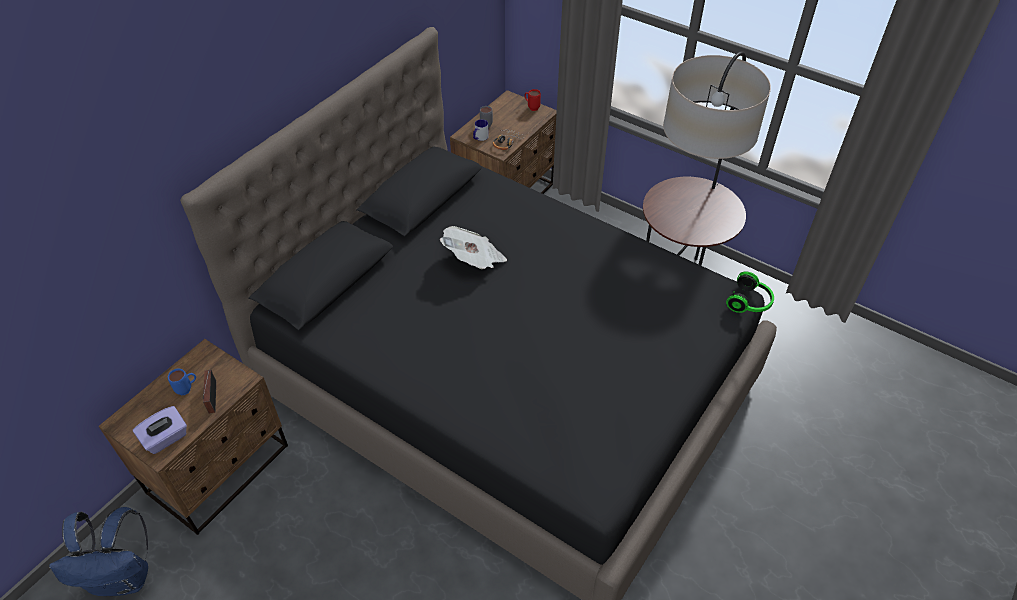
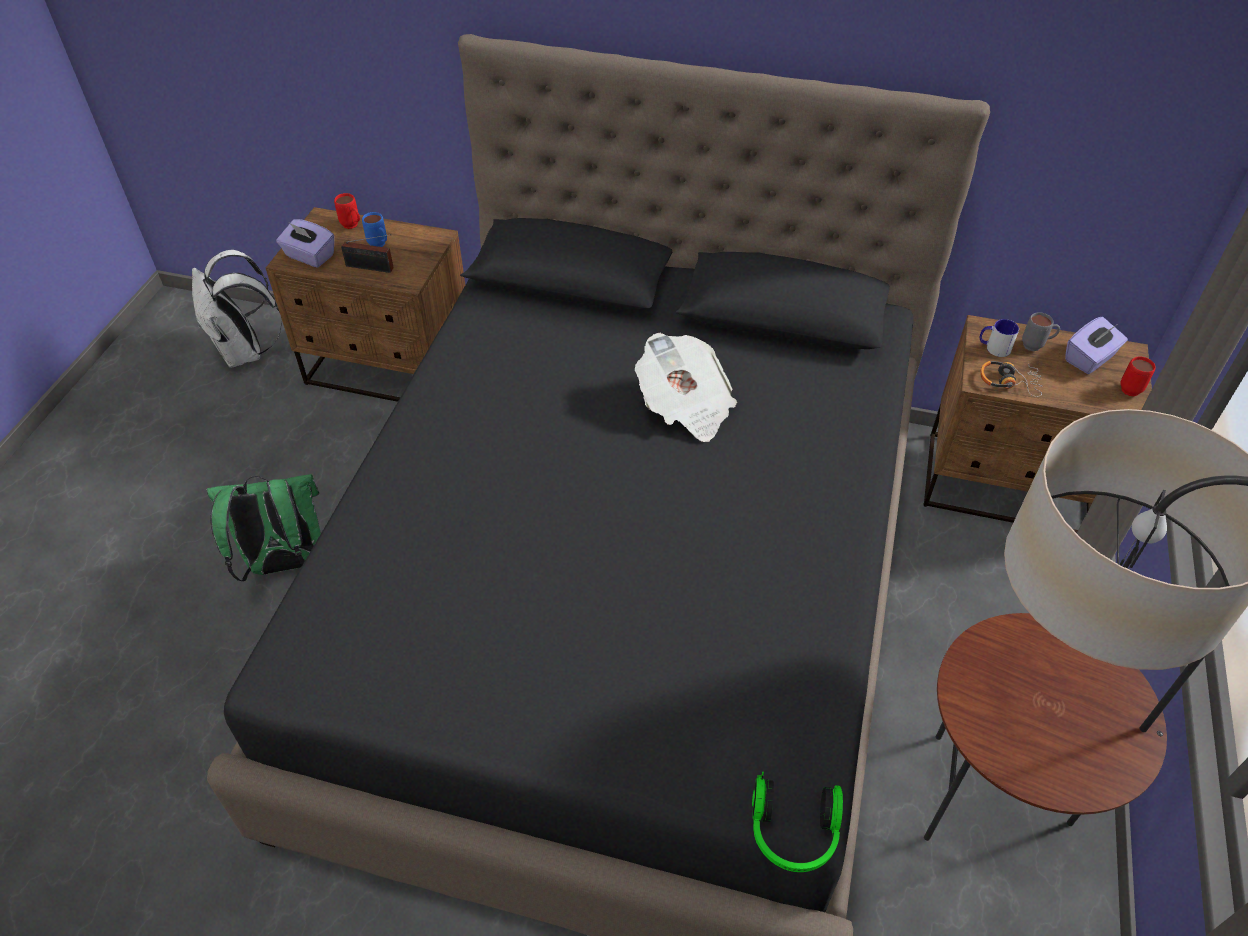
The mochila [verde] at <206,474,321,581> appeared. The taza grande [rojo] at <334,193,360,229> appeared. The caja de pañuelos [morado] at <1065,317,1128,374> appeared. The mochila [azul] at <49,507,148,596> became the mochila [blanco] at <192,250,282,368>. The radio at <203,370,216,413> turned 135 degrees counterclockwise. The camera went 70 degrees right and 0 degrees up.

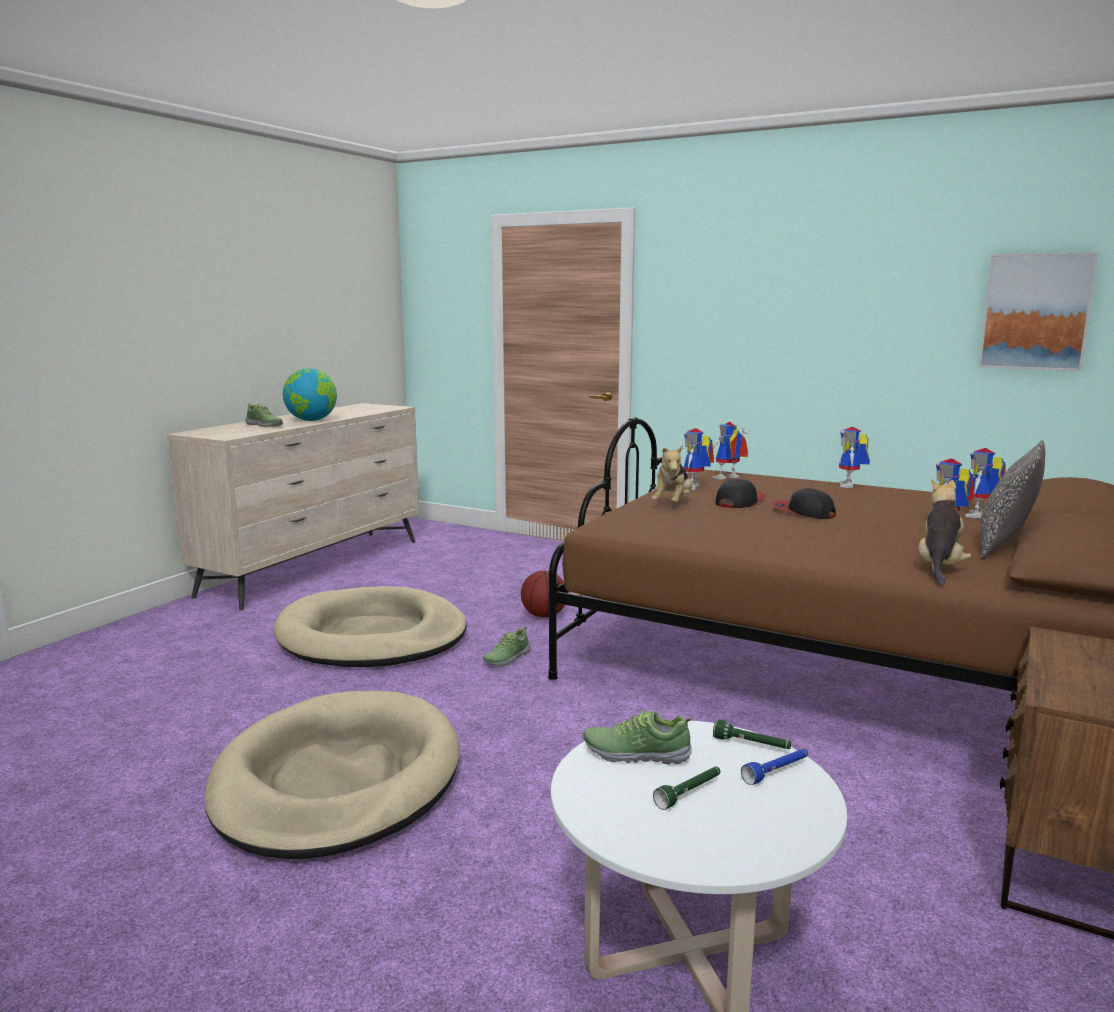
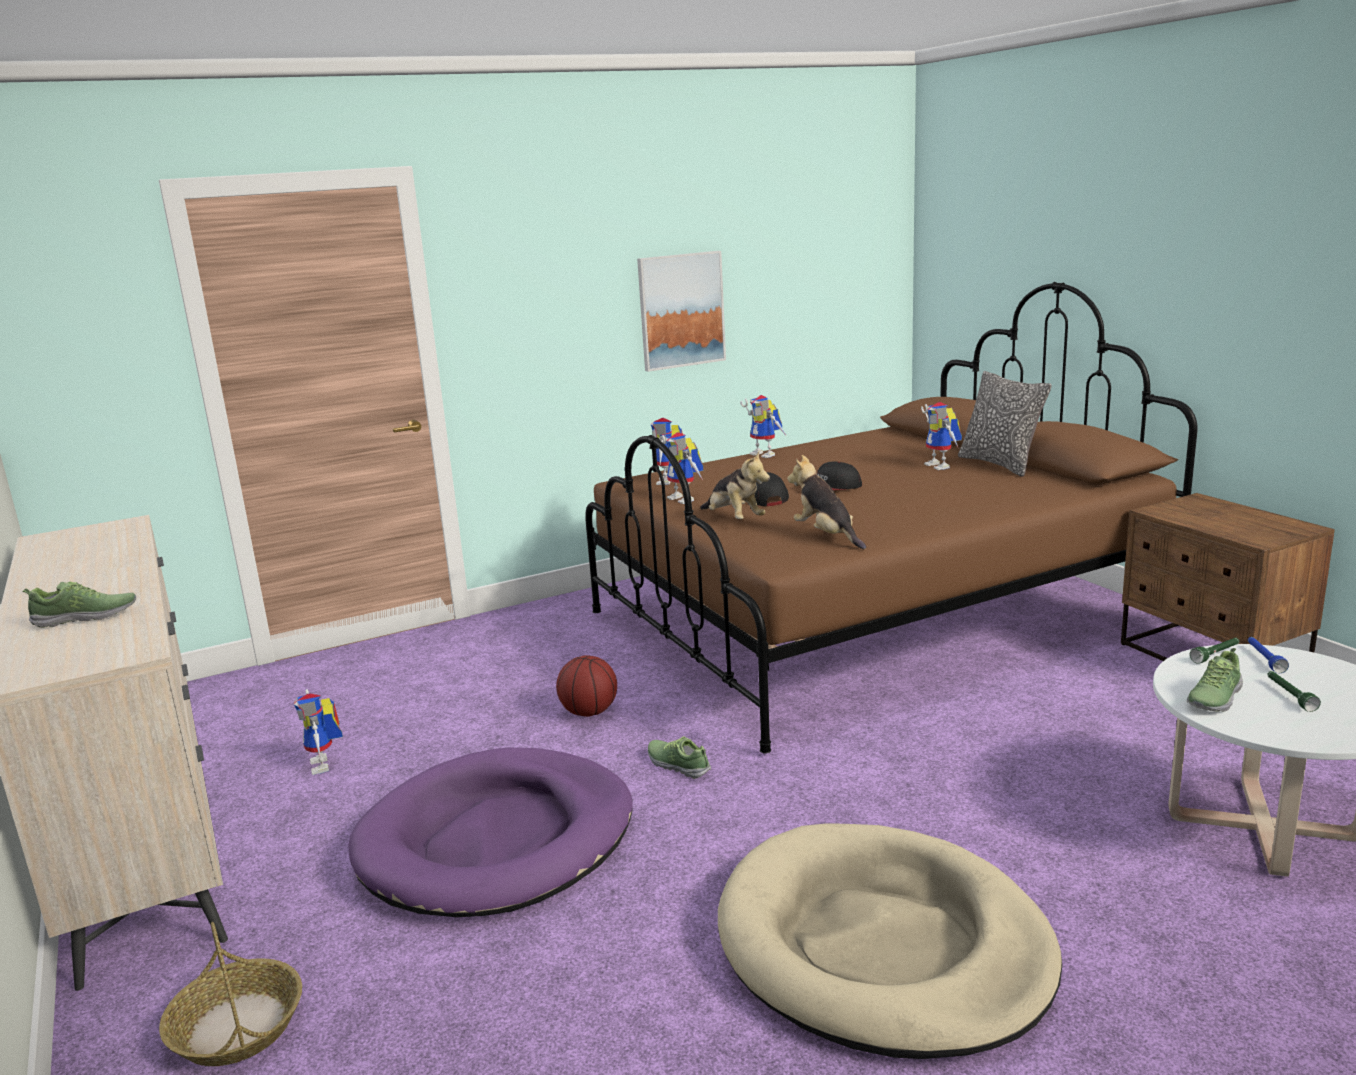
The globo terráqueo at <283,368,337,421> disappeared. The cesta at <159,922,302,1066> appeared. The peluche moved from <918,479,972,586> to <787,455,866,549>. The robot de juguete moved from <965,448,1006,519> to <294,689,343,775>. The cuadro moved from <978,252,1099,371> to <637,251,726,372>. The cama para perro [beis] at <274,586,467,667> became the cama para perro [morado] at <348,748,633,917>. The zapato at <483,627,531,666> turned 150 degrees clockwise. The camera went 55 degrees left and 5 degrees up.

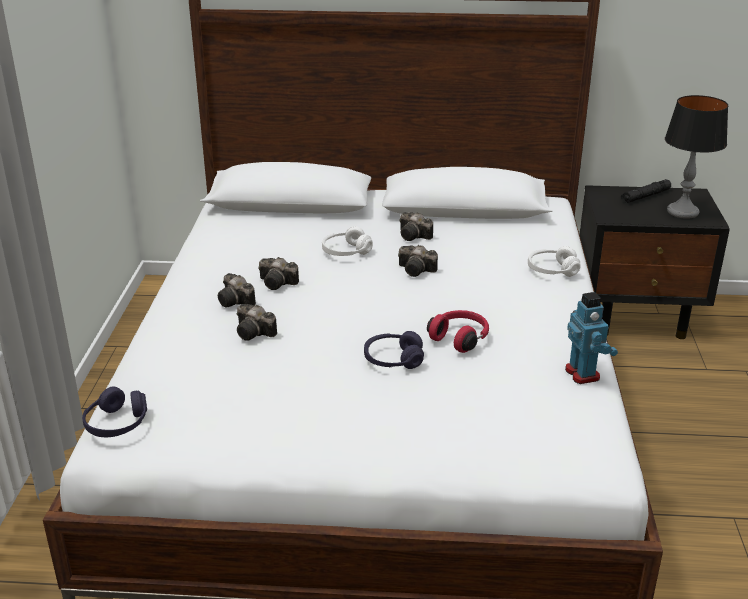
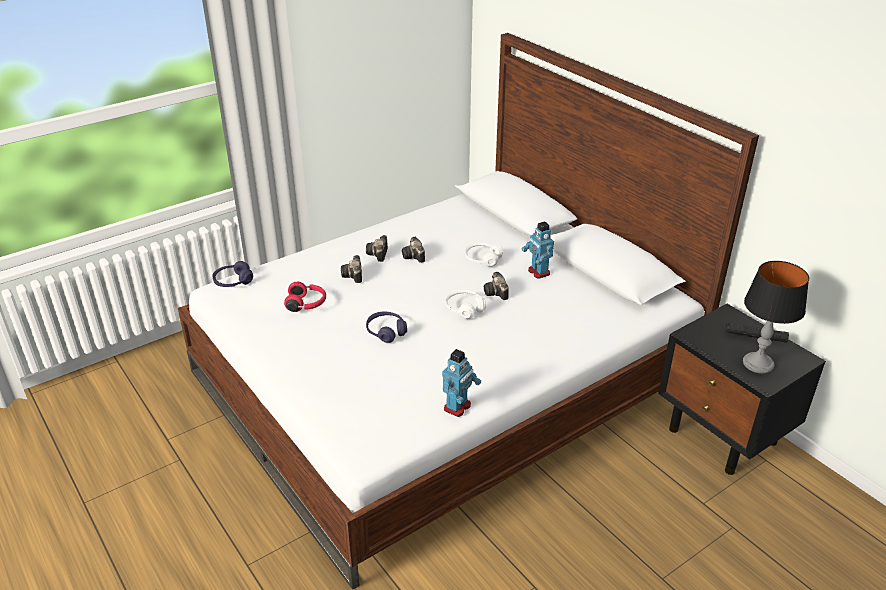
The auriculares [rojo] moved from <427,310,489,353> to <284,282,326,312>. The auriculares [blanco] moved from <528,246,581,277> to <446,289,486,319>. The cámara at <400,212,433,241> was replaced by the robot de juguete at <522,221,554,279>. The camera went 50 degrees right and 5 degrees up.

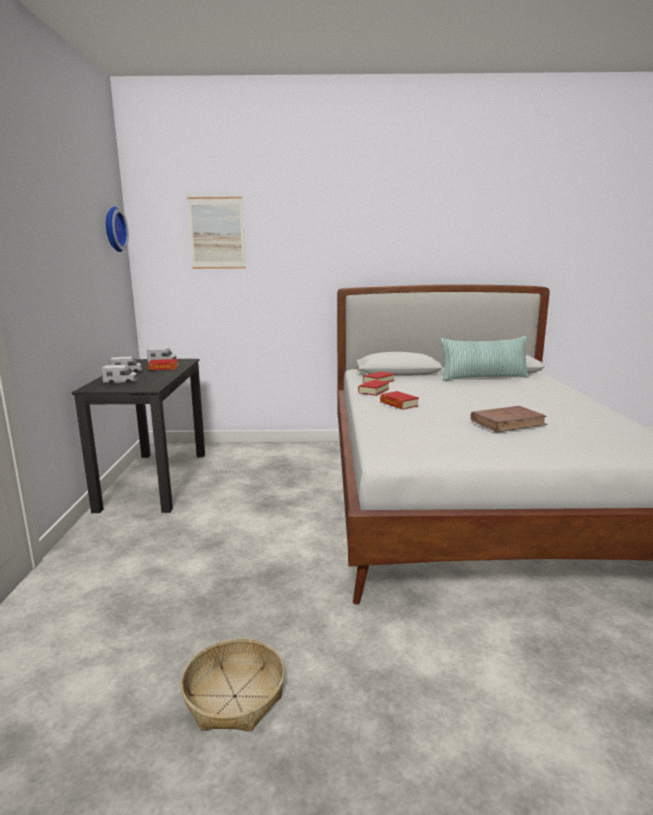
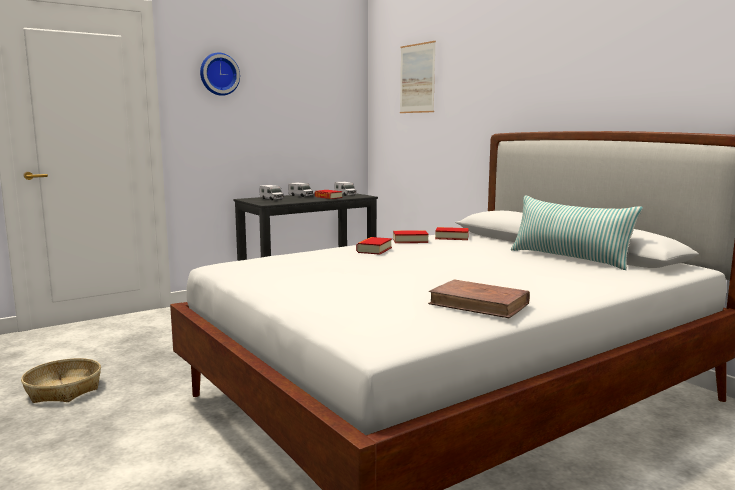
The reloj de pared moved from <106,207,129,252> to <200,53,240,96>. The libro [marrón] moved from <471,406,547,432> to <428,280,530,318>. The camera went 55 degrees right and 5 degrees down.

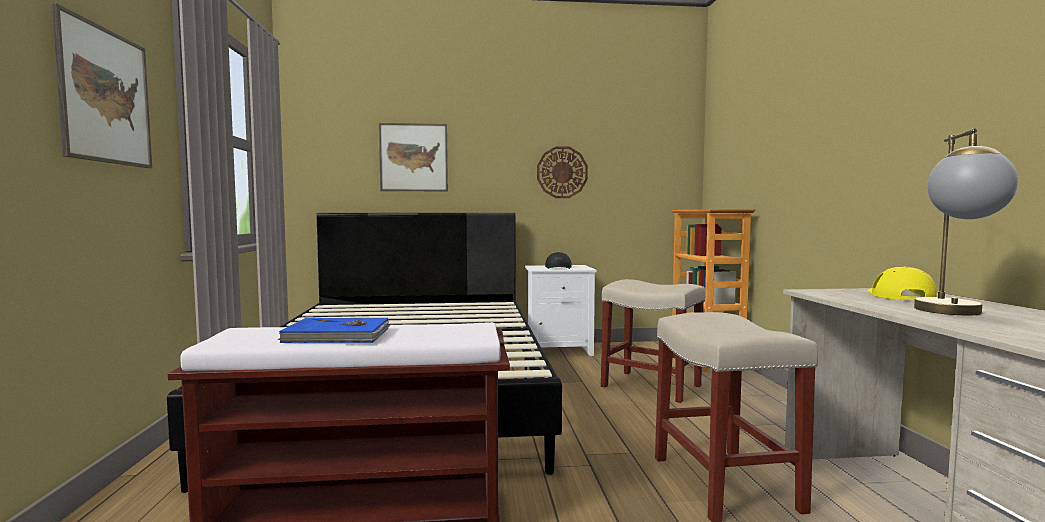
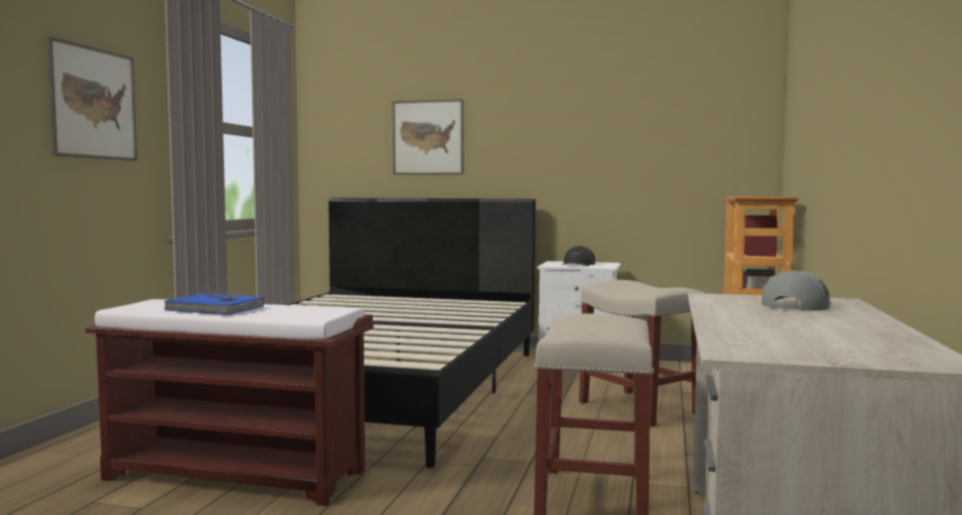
The reloj de pared at <537,146,588,198> disappeared. The lámpara de mesa at <914,128,1018,315> disappeared. The gorra [amarillo] at <868,266,937,300> became the gorra [gris] at <762,270,832,311>. The camera went 20 degrees right and 0 degrees up.

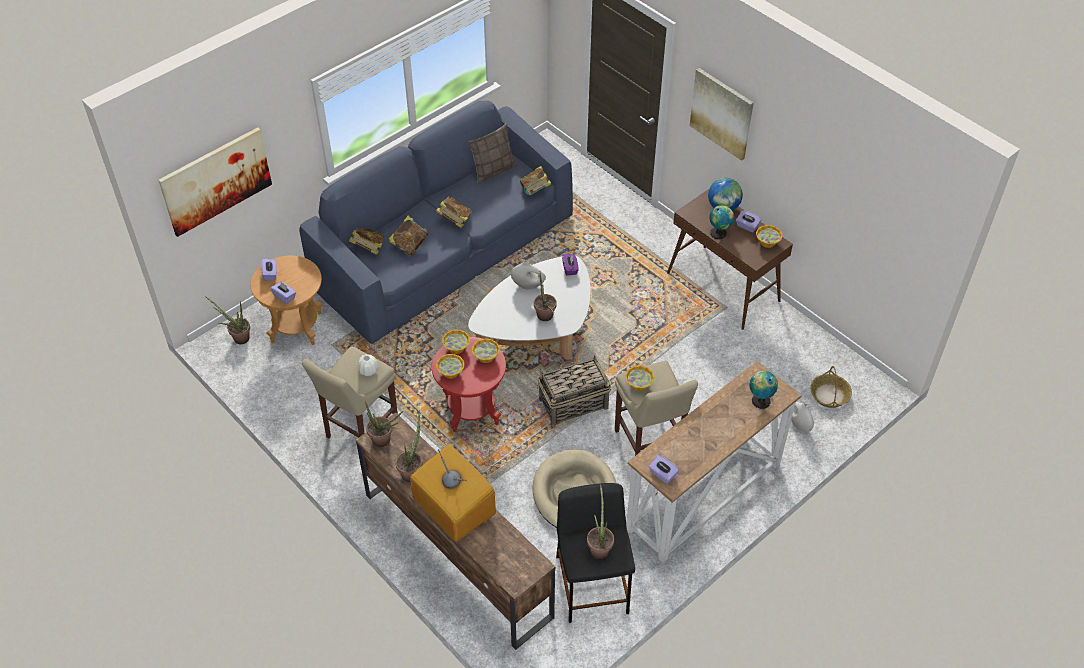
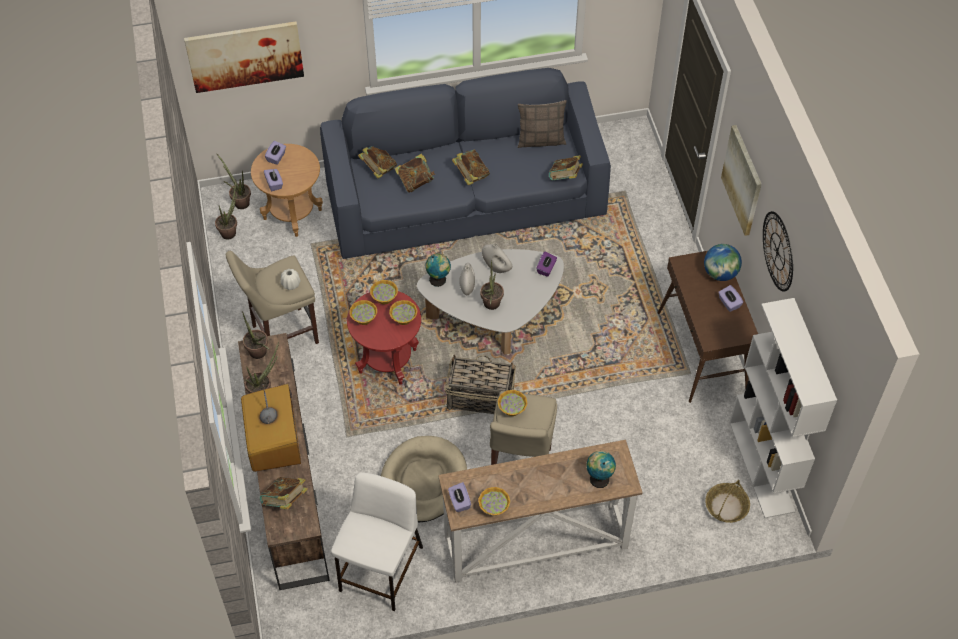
The libro at <260,477,308,509> appeared. The estantería [blanco] at <729,298,837,518> appeared. The reloj de pared at <763,211,793,292> appeared. The planta en maceta moved from <587,484,614,559> to <215,180,237,240>. The globo terráqueo moved from <709,205,734,239> to <425,253,451,287>. The cuenco moved from <756,225,783,248> to <478,487,510,515>. The florero [blanco] moved from <791,402,814,432> to <459,263,475,295>. The taburete [negro] at <556,483,635,623> became the taburete [blanco] at <331,472,423,611>. The camera went 30 degrees right and 5 degrees up.

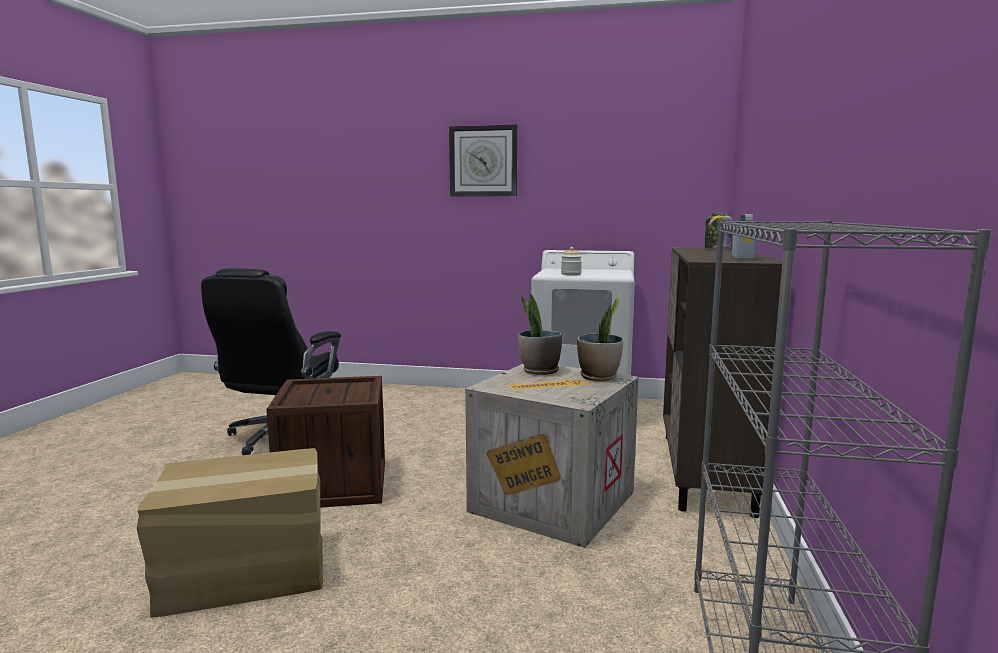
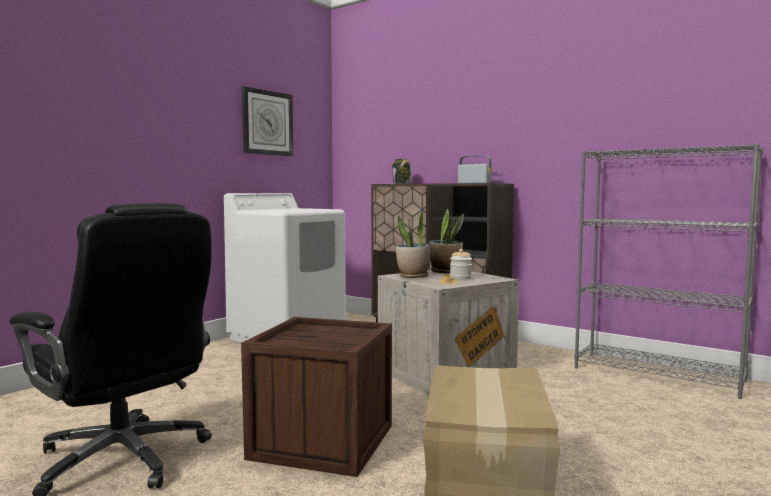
The reloj de pared moved from <449,125,517,197> to <242,86,293,156>. The tarro moved from <561,247,582,275> to <450,249,472,280>. The camera went 65 degrees left and 5 degrees down.

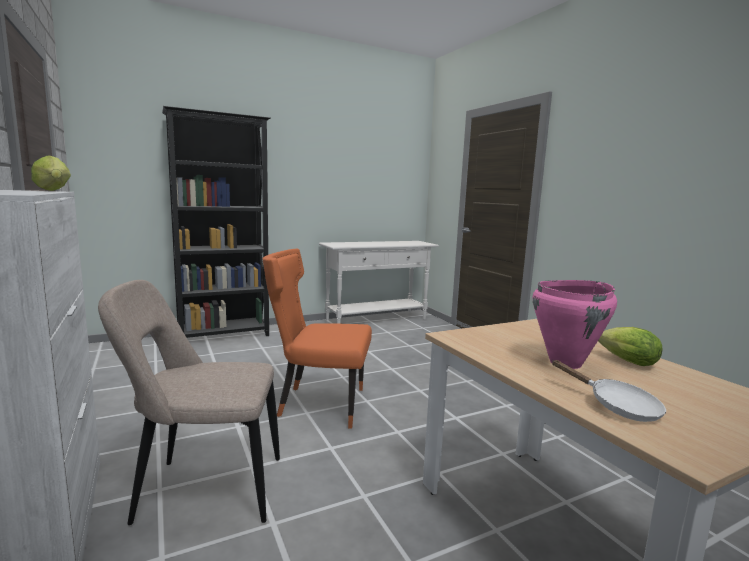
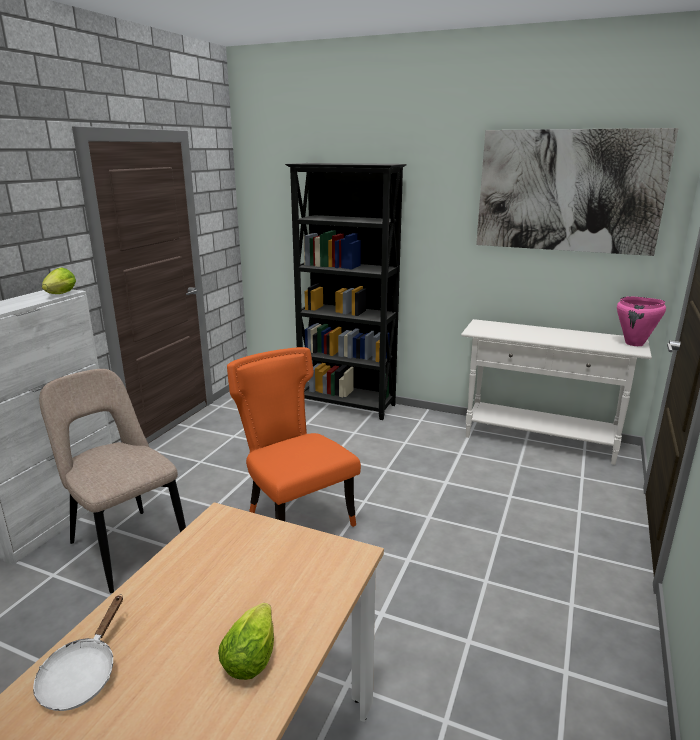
The cuadro at <476,128,678,256> appeared. The olla [rosa] moved from <533,280,617,369> to <617,297,666,346>. The camera went 50 degrees right and 10 degrees up.

